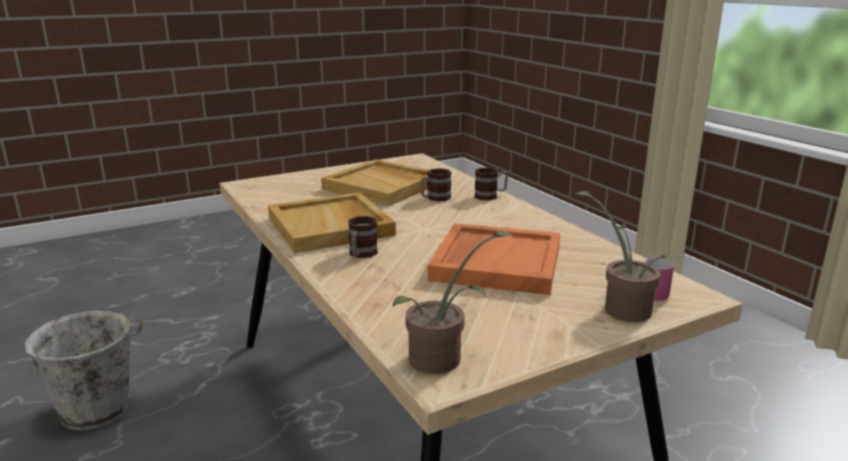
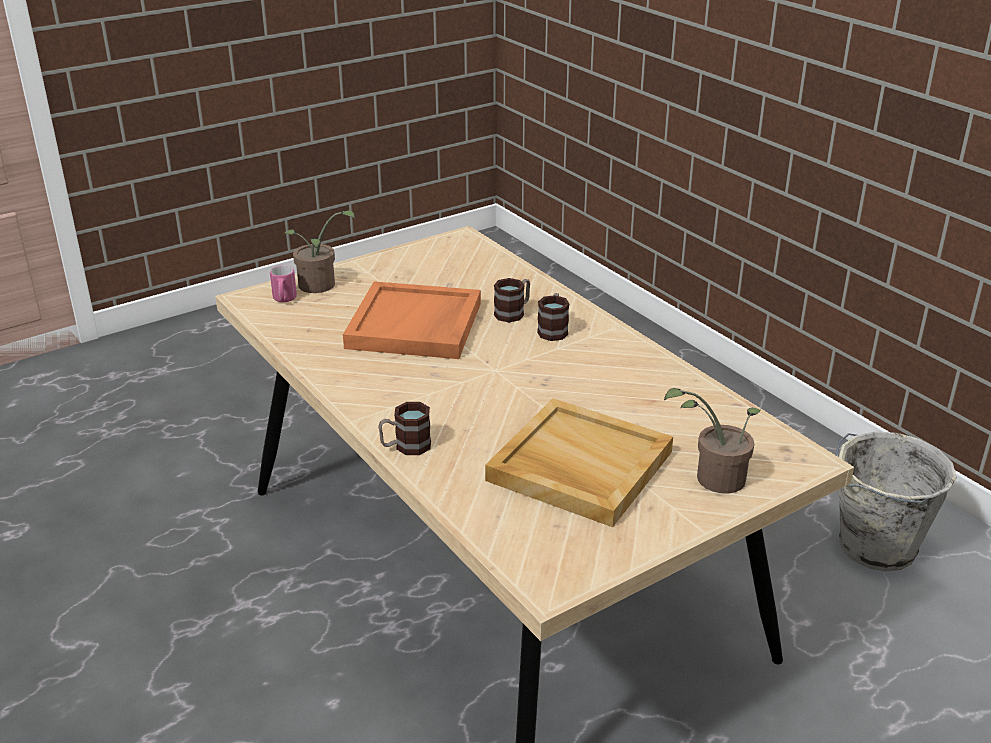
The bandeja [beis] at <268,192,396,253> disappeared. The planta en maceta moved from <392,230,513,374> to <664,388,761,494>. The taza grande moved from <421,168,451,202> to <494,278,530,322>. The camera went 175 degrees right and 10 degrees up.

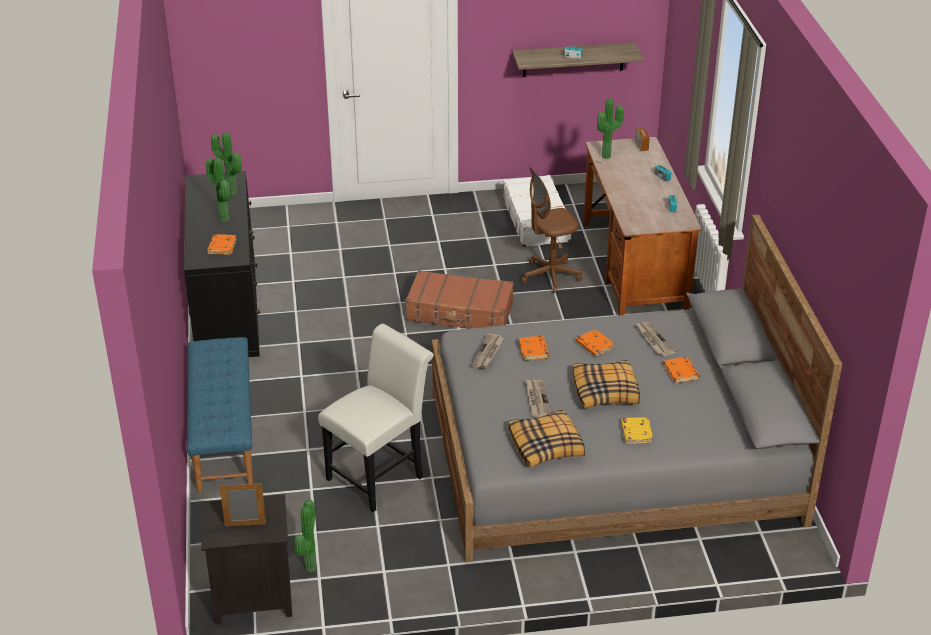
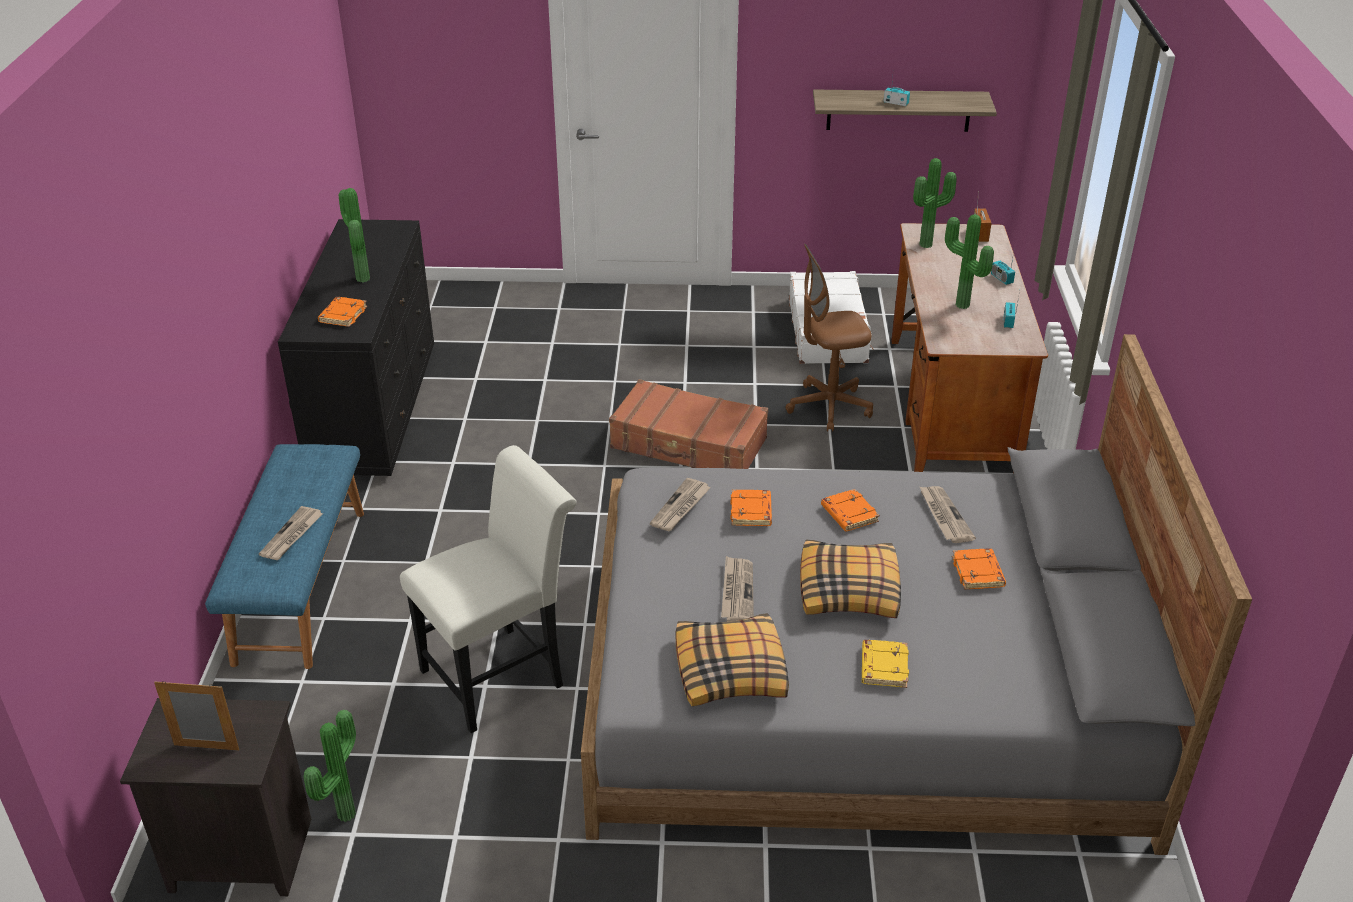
The periódico at <259,506,323,560> appeared. The planta en maceta moved from <211,132,242,195> to <945,215,994,309>. The camera went 10 degrees right and 0 degrees up.

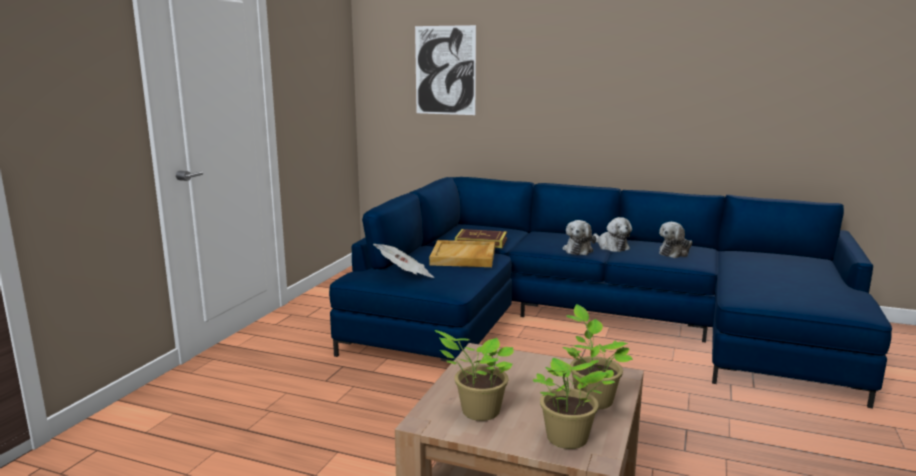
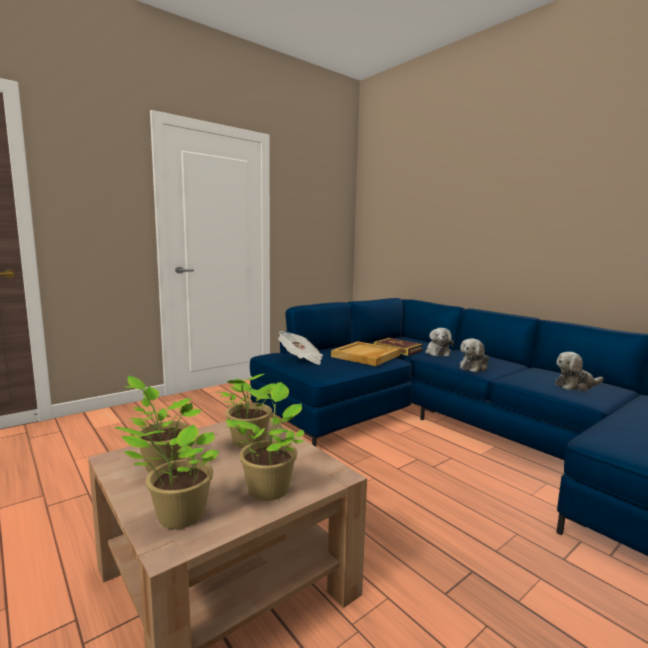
The cuadro at <415,25,476,115> disappeared. The planta en maceta at <217,374,282,448> appeared. The peluche moved from <593,217,632,252> to <425,328,454,356>. The camera went 30 degrees right and 5 degrees down.

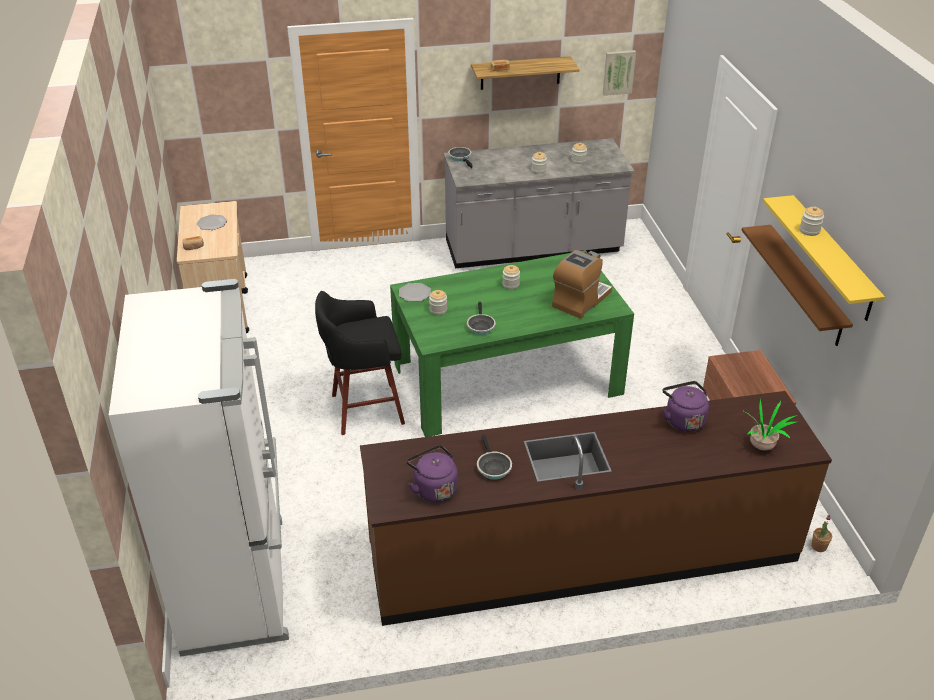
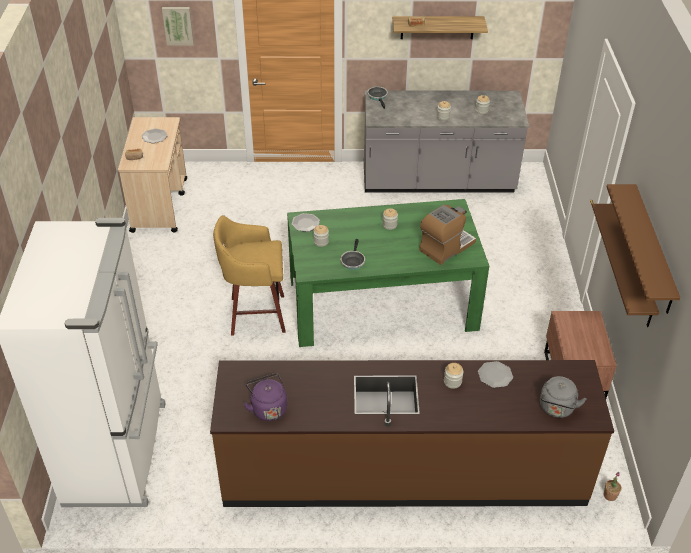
The sartén at <477,434,512,480> disappeared. The cuadro moved from <603,50,636,96> to <162,7,194,45>. The tarro moved from <800,207,824,236> to <444,363,464,389>. The hervidor [morado] at <662,381,709,432> was replaced by the plato at <478,361,513,388>. The planta en maceta at <740,399,797,451> was replaced by the hervidor [gris] at <540,376,587,418>. The taburete [negro] at <315,291,405,435> became the taburete [amarillo] at <213,215,286,336>. The estante [amarillo] at <763,195,885,321> became the estante [marrón] at <606,184,680,314>. The camera went 10 degrees right and 5 degrees up.

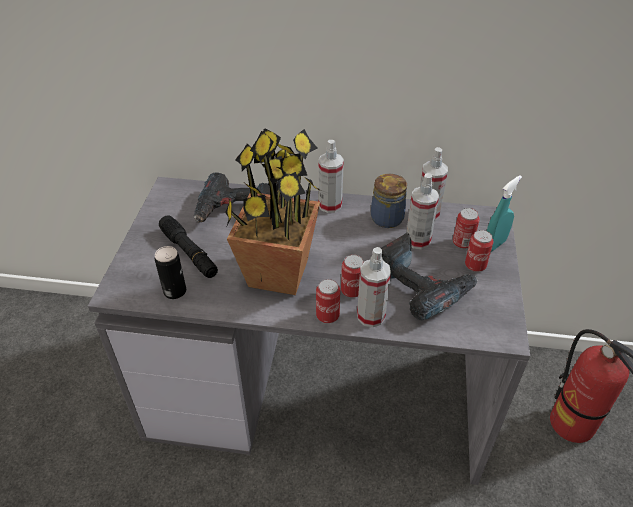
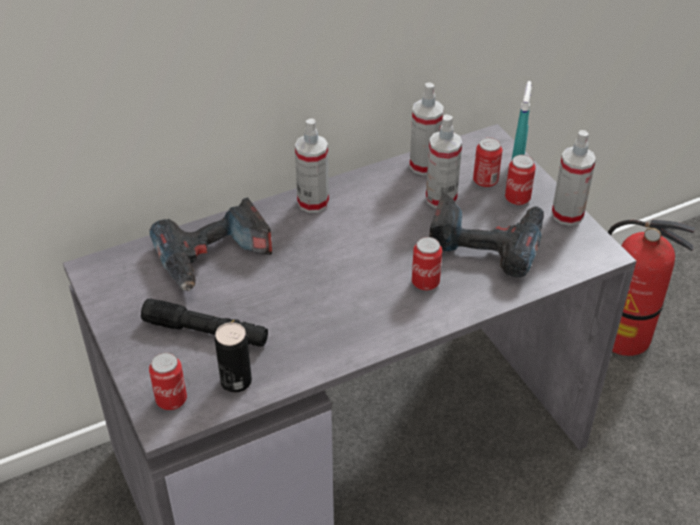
The planta en maceta at <225,128,321,295> disappeared. The tarro at <371,174,407,228> disappeared. The lata moved from <316,279,341,323> to <149,352,187,410>. The pulverizador moved from <357,247,391,327> to <552,130,596,226>. The camera went 35 degrees left and 0 degrees up.

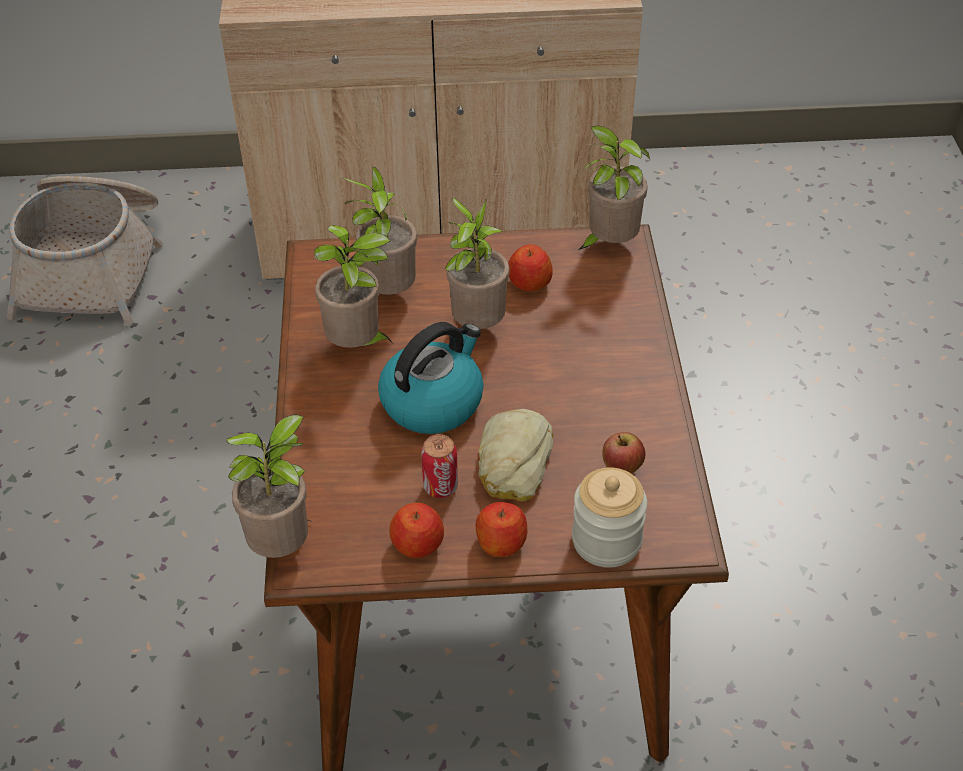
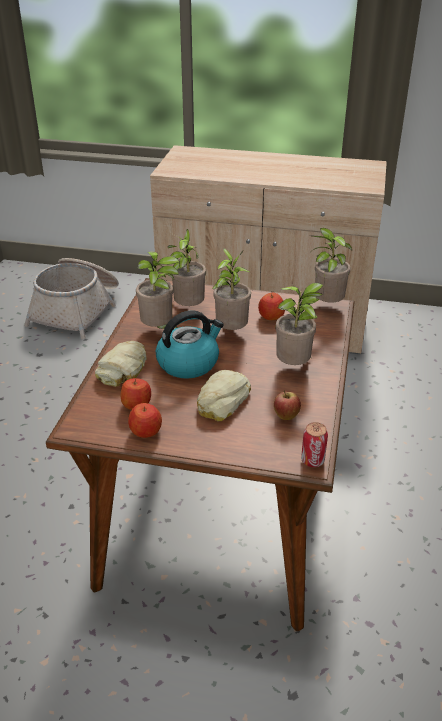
The tarro at <572,467,647,568> disappeared. The pan at <95,341,147,387> appeared. The planta en maceta moved from <226,414,313,558> to <276,283,324,365>. The lata moved from <421,434,458,498> to <301,422,328,467>. The manzana moved from <476,502,527,557> to <121,378,151,410>. The camera went 15 degrees right and 10 degrees down.

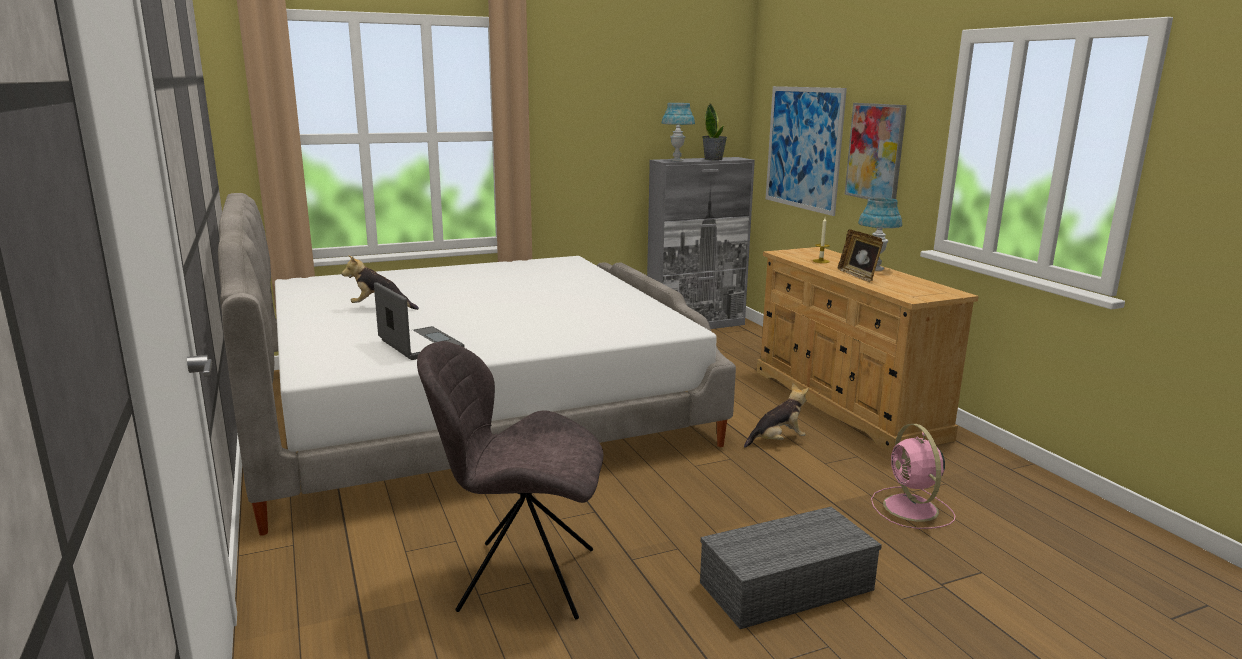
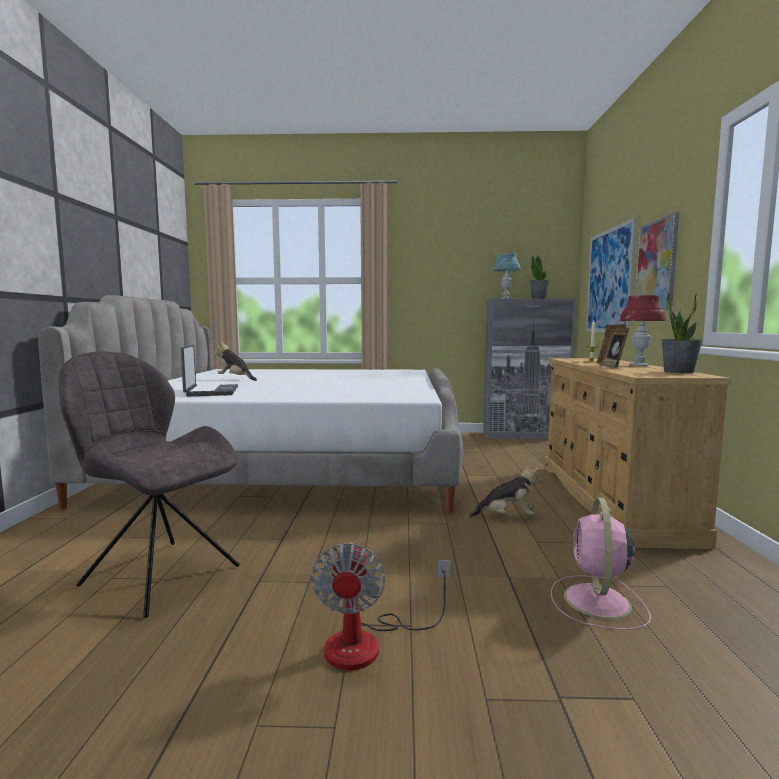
The planta en maceta at <661,292,703,373> appeared. The caja de almacenaje [gris] at <700,507,882,629> was replaced by the ventilador at <311,542,450,670>. The lámpara de mesa [azul] at <858,198,902,271> became the lámpara de mesa [rojo] at <619,295,666,366>. The camera went 25 degrees right and 10 degrees down.

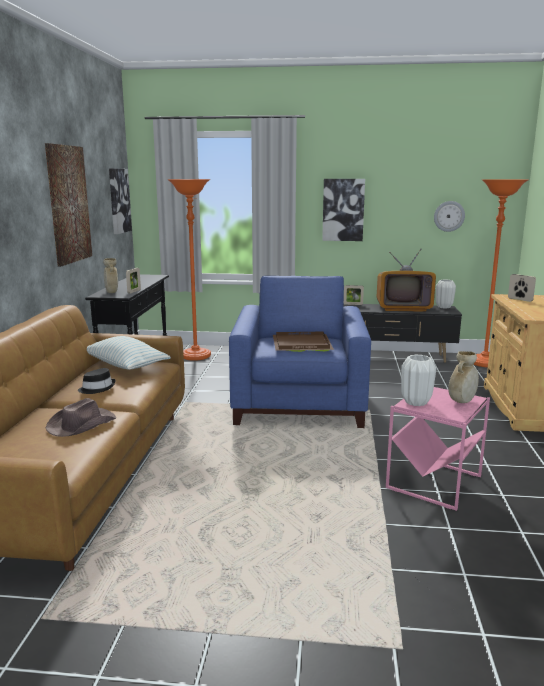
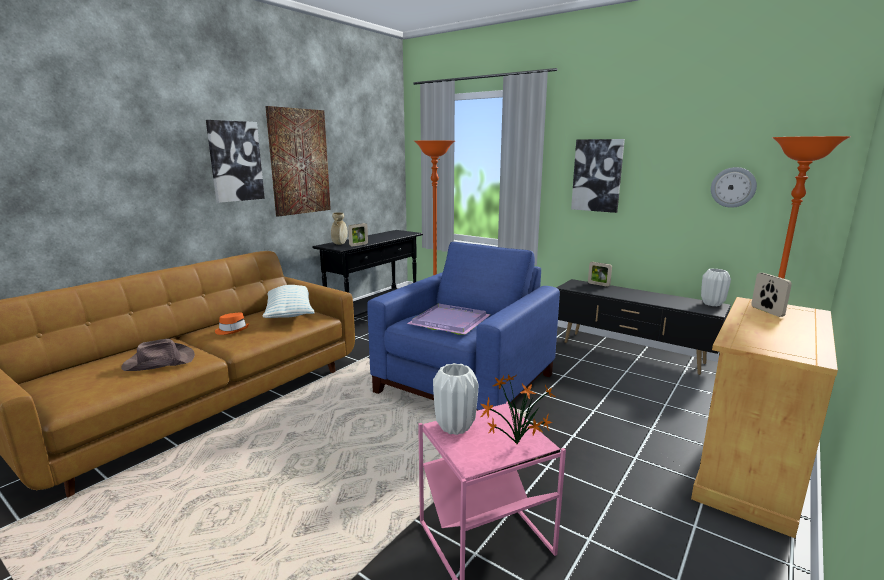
The televisor at <377,249,436,312> disappeared. The cuadro moved from <109,169,132,234> to <206,120,265,203>. The florero [beis] at <448,351,479,403> was replaced by the planta en maceta at <481,375,556,444>. The sombrero [negro] at <78,368,116,394> became the sombrero [naranja] at <215,312,249,335>. The bandeja [marrón] at <273,332,334,352> became the bandeja [morado] at <407,303,491,335>. The camera went 30 degrees right and 0 degrees up.

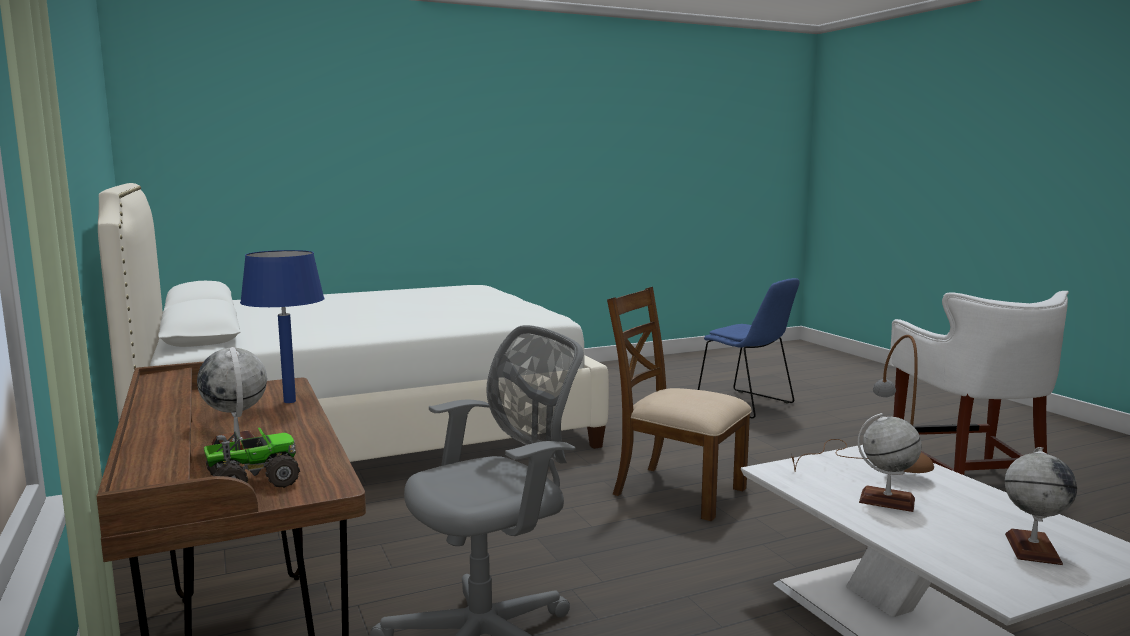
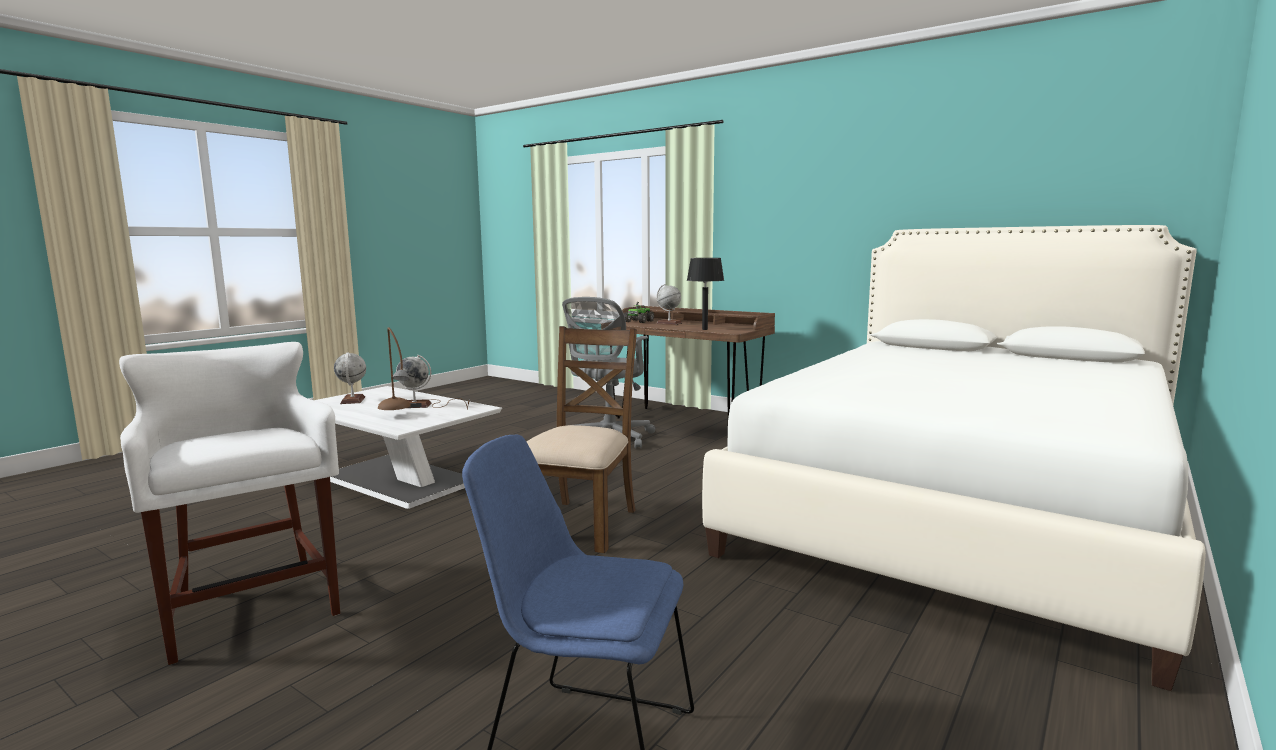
The lámpara de mesa [azul] at <240,250,324,403> became the lámpara de mesa [negro] at <687,258,724,330>. The silla [marrón] at <607,287,752,521> turned 75 degrees counterclockwise. The camera went 150 degrees right and 0 degrees up.

